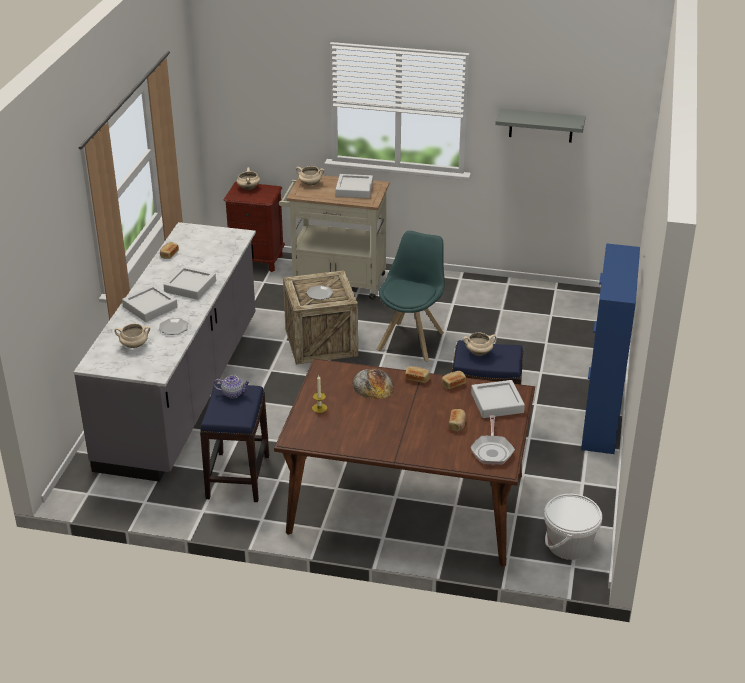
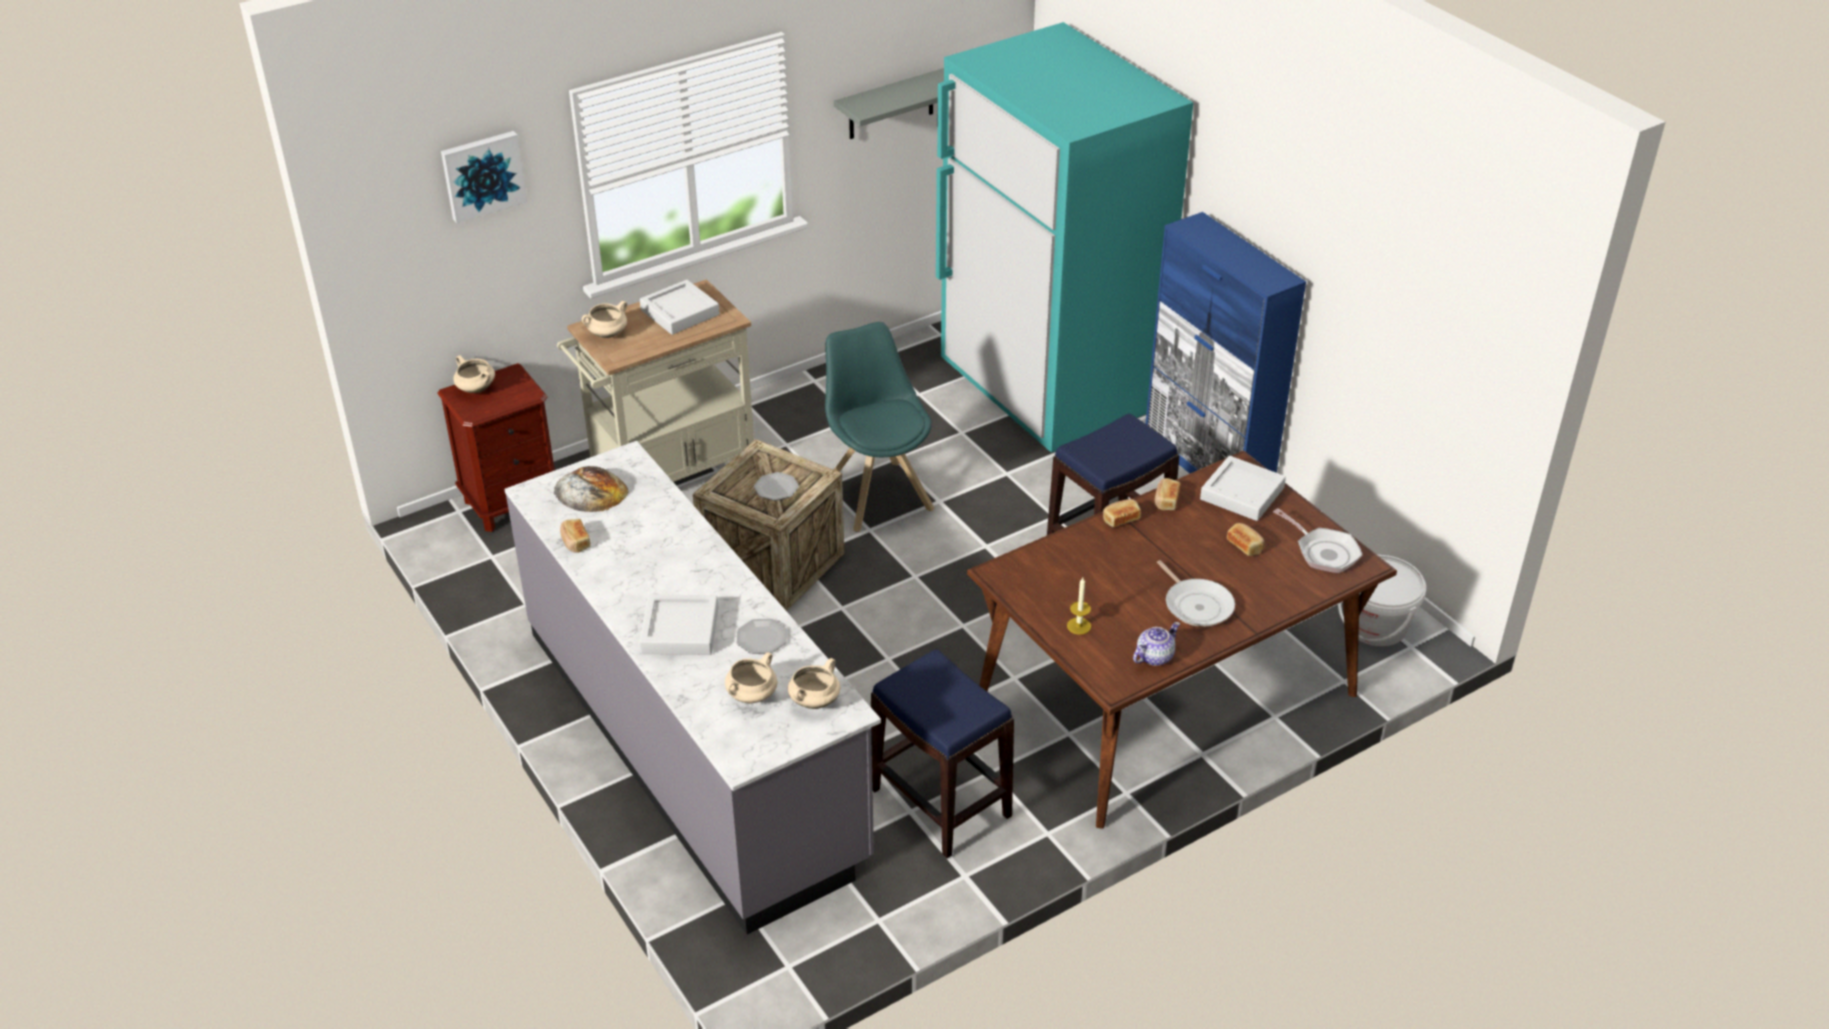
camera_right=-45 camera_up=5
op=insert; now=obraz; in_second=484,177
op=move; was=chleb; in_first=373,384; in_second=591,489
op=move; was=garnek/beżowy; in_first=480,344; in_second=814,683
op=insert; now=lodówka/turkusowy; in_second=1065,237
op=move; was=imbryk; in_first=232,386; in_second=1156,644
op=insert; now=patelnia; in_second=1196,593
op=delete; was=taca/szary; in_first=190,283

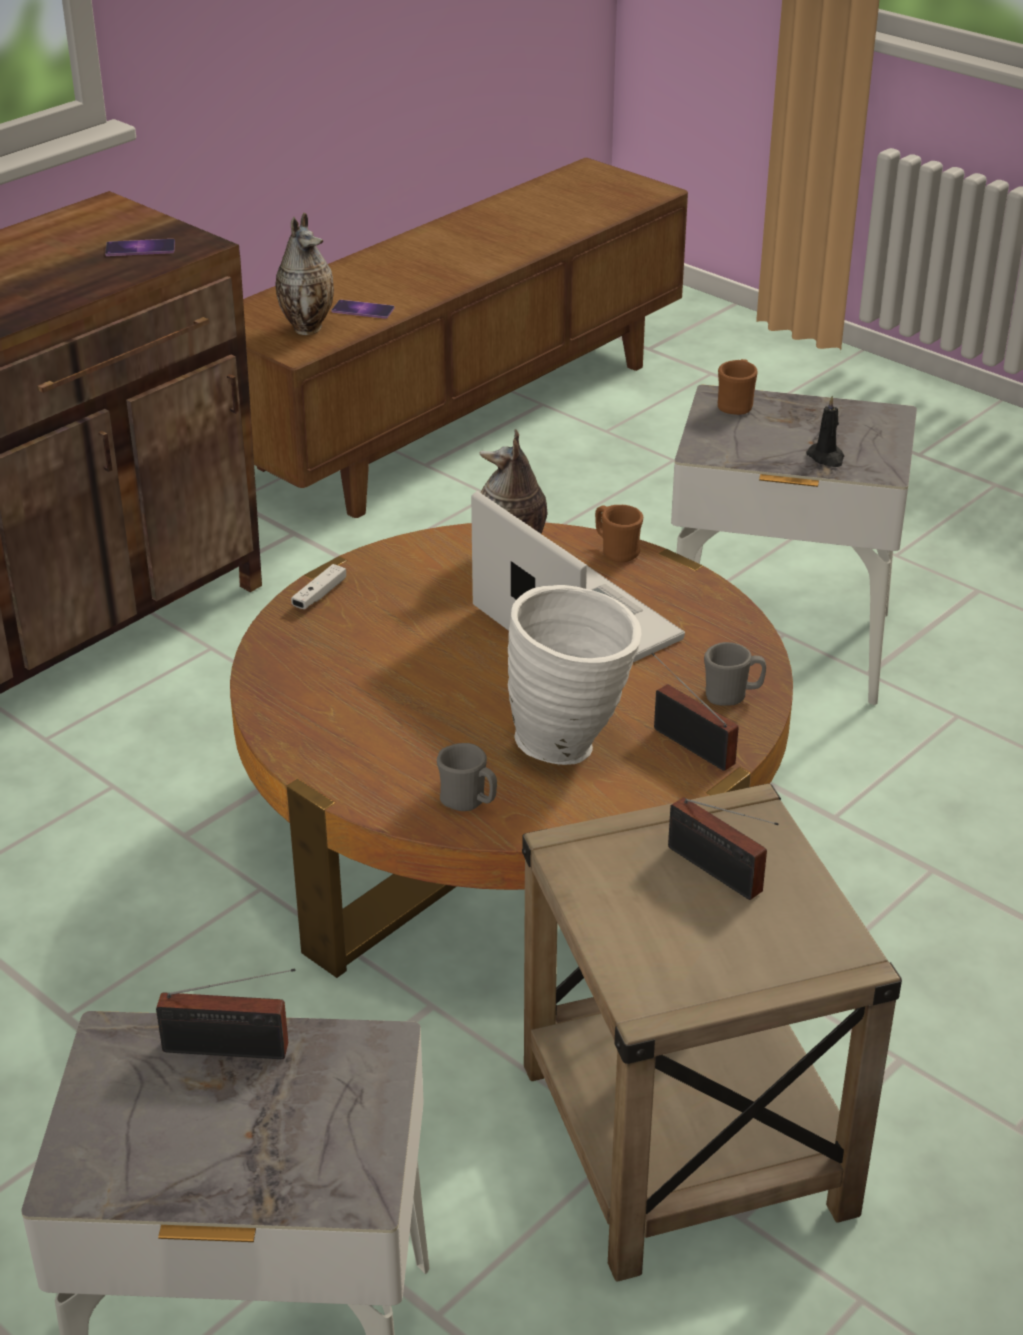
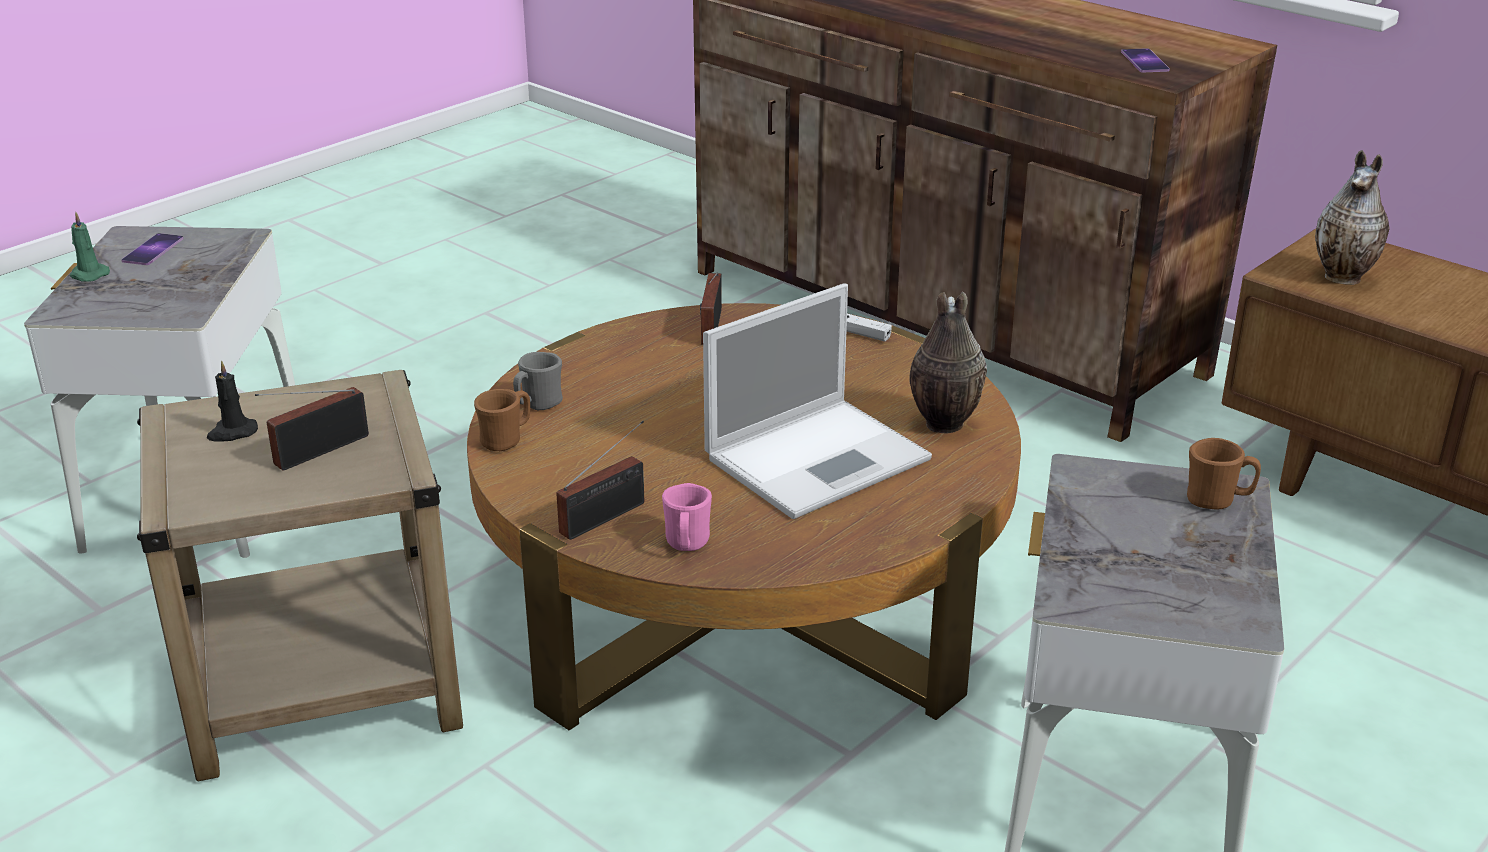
camera_right=90 camera_up=-5
op=insert; now=świeca/zielony; in_second=90,247
op=move; was=telefon; in_first=363,309; in_second=152,249
op=move; was=świeca/czarny; in_first=825,431; in_second=232,401
op=move; was=kubek/brązowy; in_first=619,533; in_second=502,420
op=recolor; was=kubek/szary; now=kubek/różowy; in_first=735,674; in_second=687,517
op=move; was=radio; in_first=225,1013; in_second=711,308
op=delete; was=wazon/biały; in_first=575,675

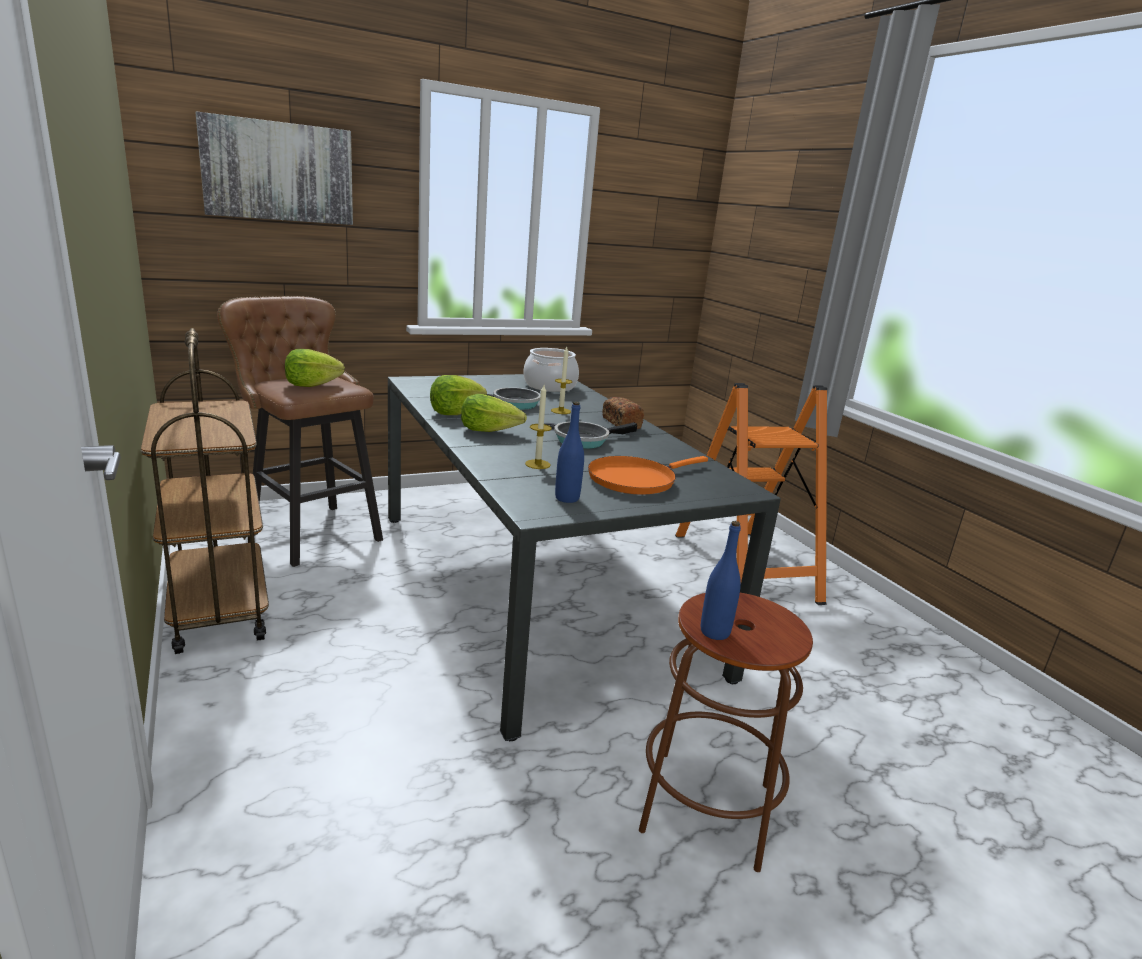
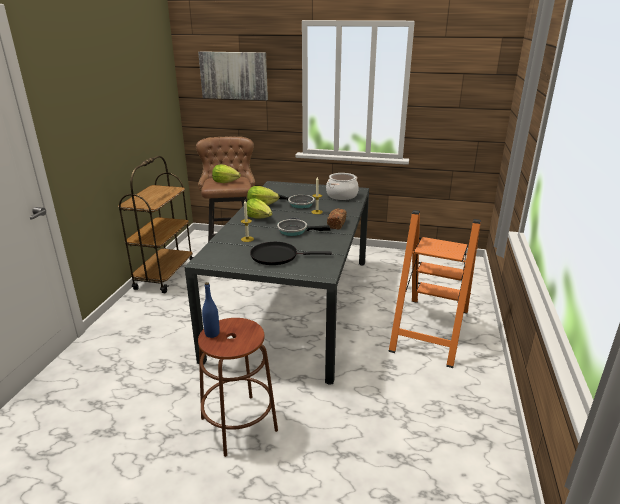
camera_right=40 camera_up=5
op=recolor; was=patelnia/pomarańczowy; now=patelnia/czarny; in_first=648,475; in_second=291,253
op=delete; was=butelka/niebieski; in_first=569,452

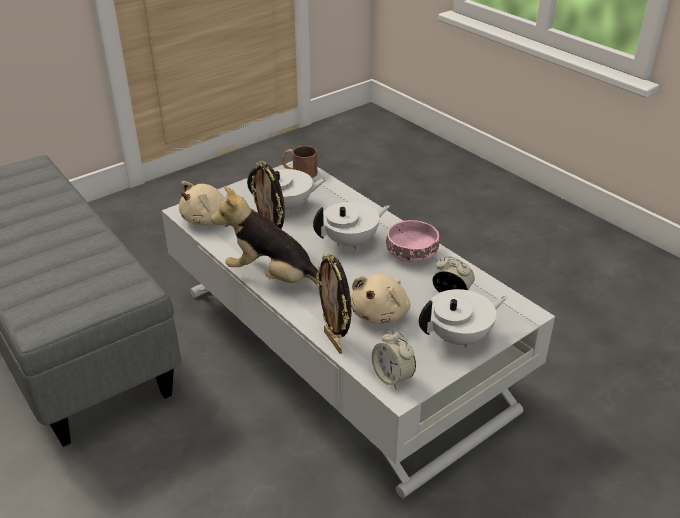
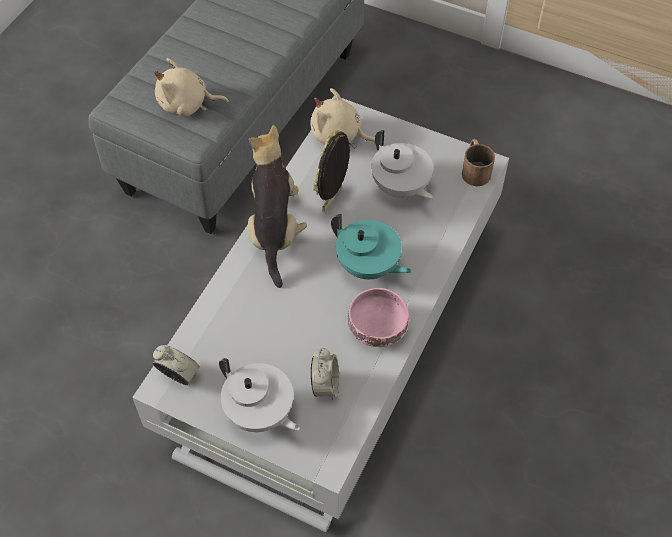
camera_right=65 camera_up=20
op=rotate; was=budzik; in_first=394,359; in_second=176,365; clockwise=90
op=move; was=pluszak/beżowy; in_first=380,299; in_second=191,87
op=recolor; was=imbryk/biały; now=imbryk/turkusowy; in_first=351,226; in_second=371,246
op=delete; was=ramka na zdjęcie; in_first=333,304

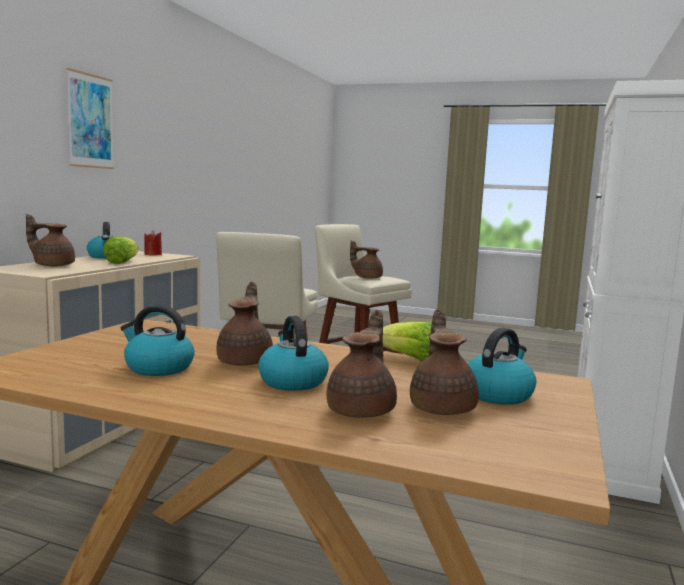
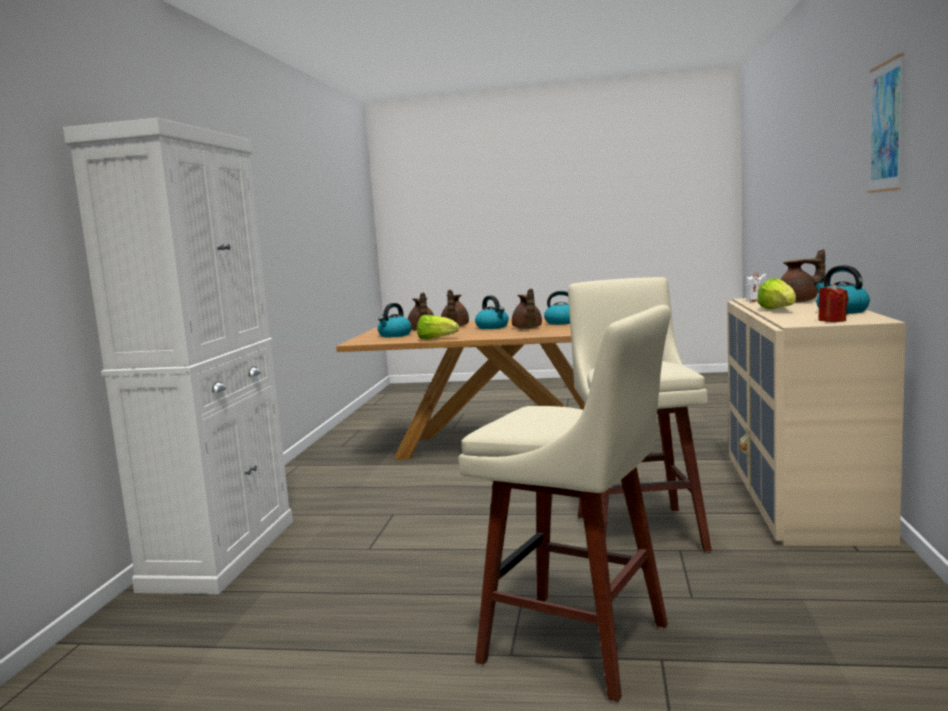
camera_right=170 camera_up=0
op=insert; now=świeca/biały; in_second=756,287
op=delete; was=imbryk/brązowy; in_first=366,259

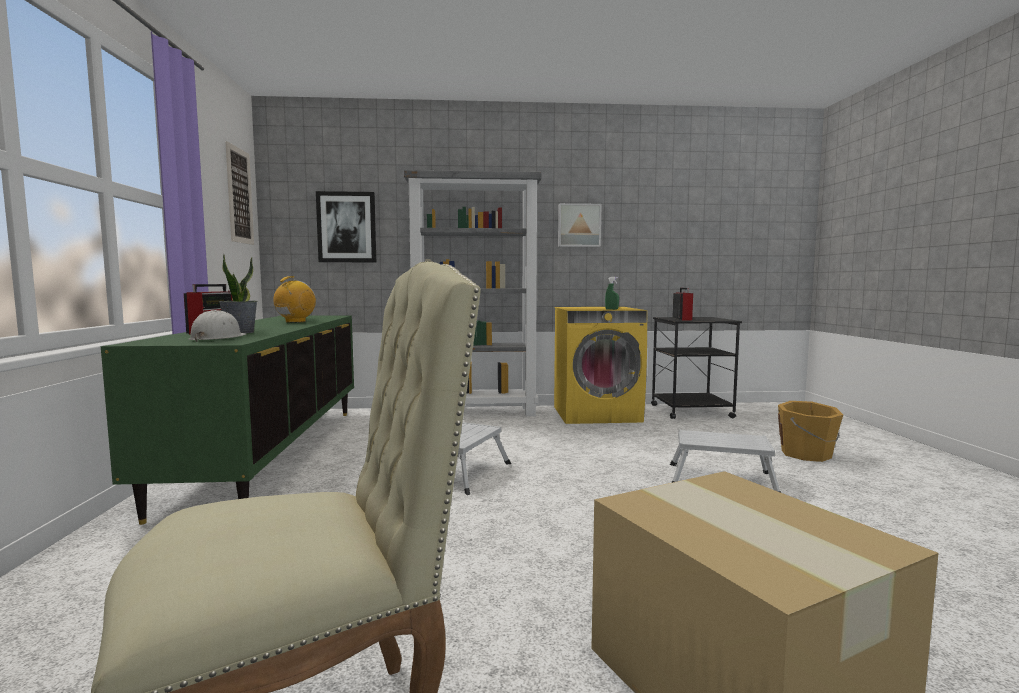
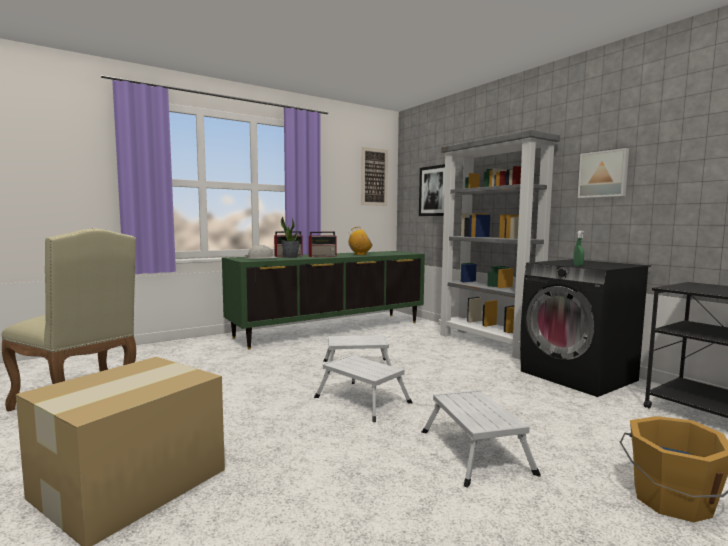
camera_right=60 camera_up=0
op=move; was=radio; in_first=682,304; in_second=322,244
op=insert; now=drabinka/biały; in_second=363,388
op=recolor; was=pralka/żółty; now=pralka/czarny; in_first=600,365; in_second=585,328

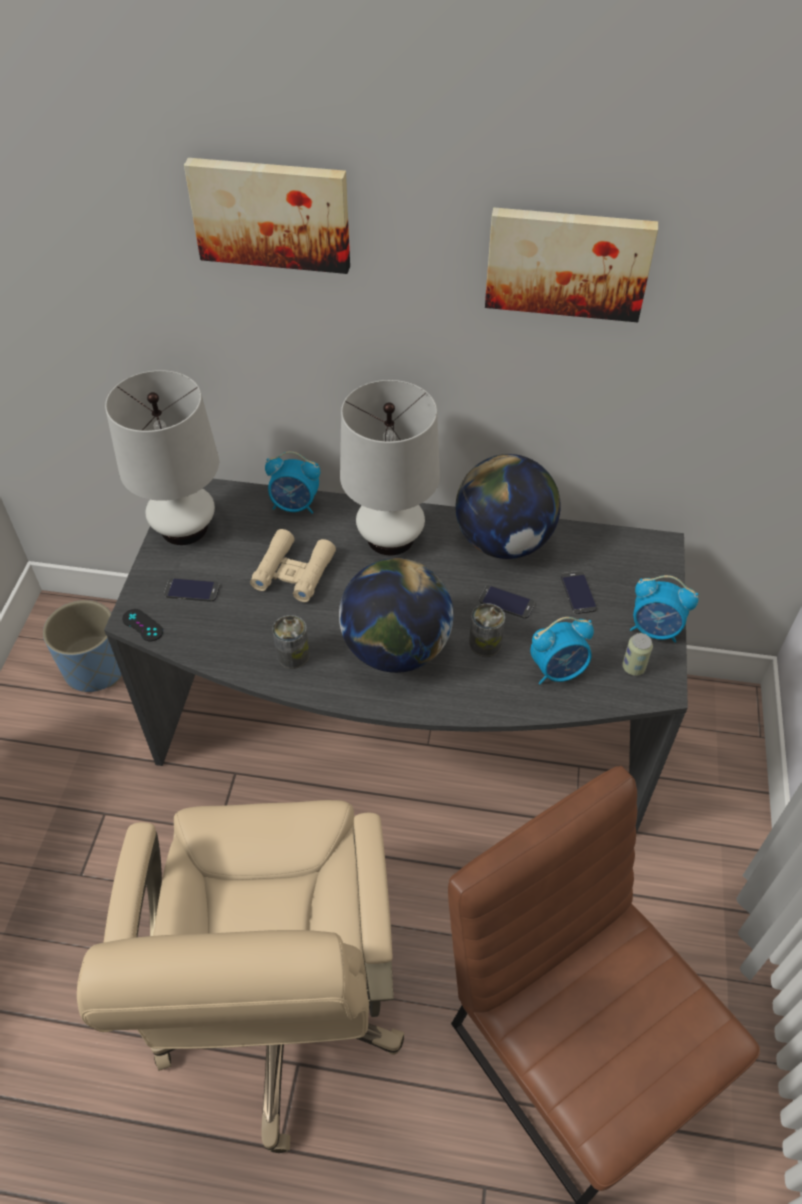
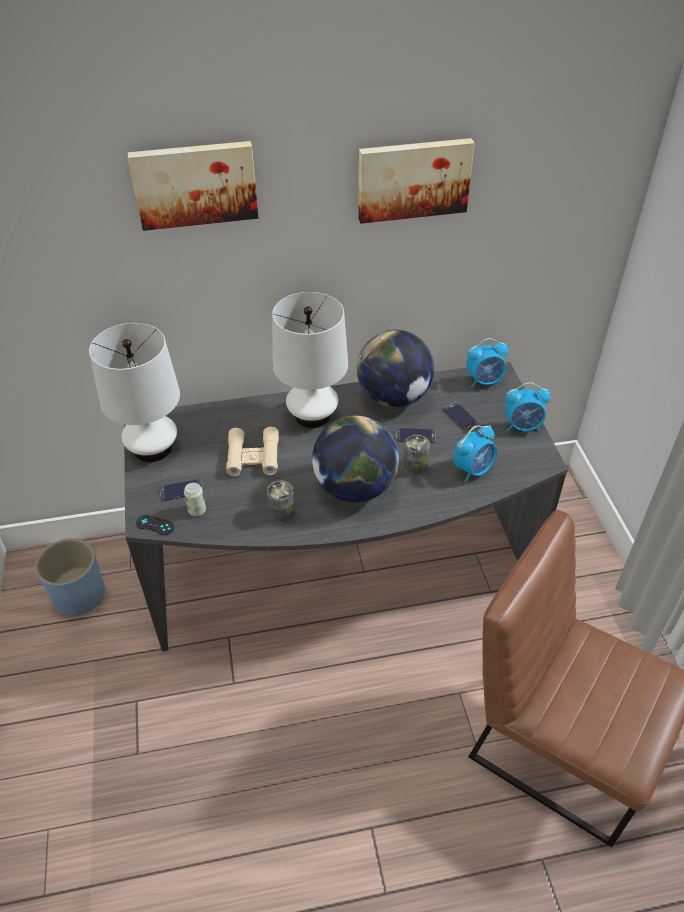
camera_right=-20 camera_up=-5
op=move; was=puszka; in_first=637,654; in_second=195,499
op=move; was=budzik; in_first=292,482; in_second=487,362
op=delete; was=krzesło biurowe/beżowy; in_first=241,976

